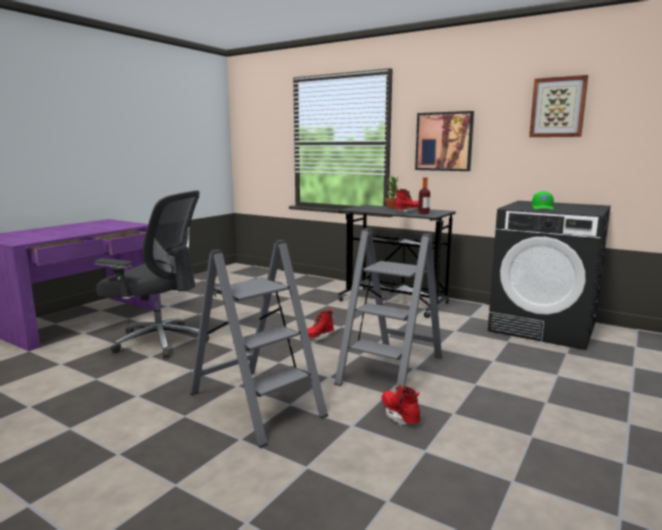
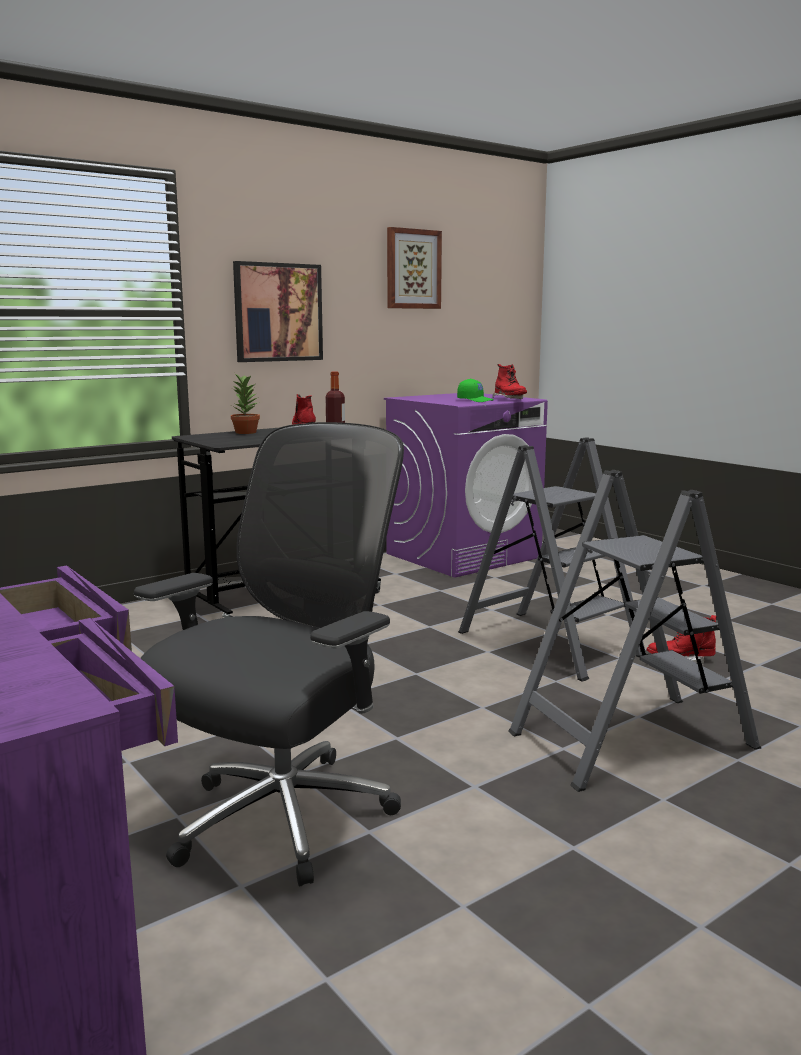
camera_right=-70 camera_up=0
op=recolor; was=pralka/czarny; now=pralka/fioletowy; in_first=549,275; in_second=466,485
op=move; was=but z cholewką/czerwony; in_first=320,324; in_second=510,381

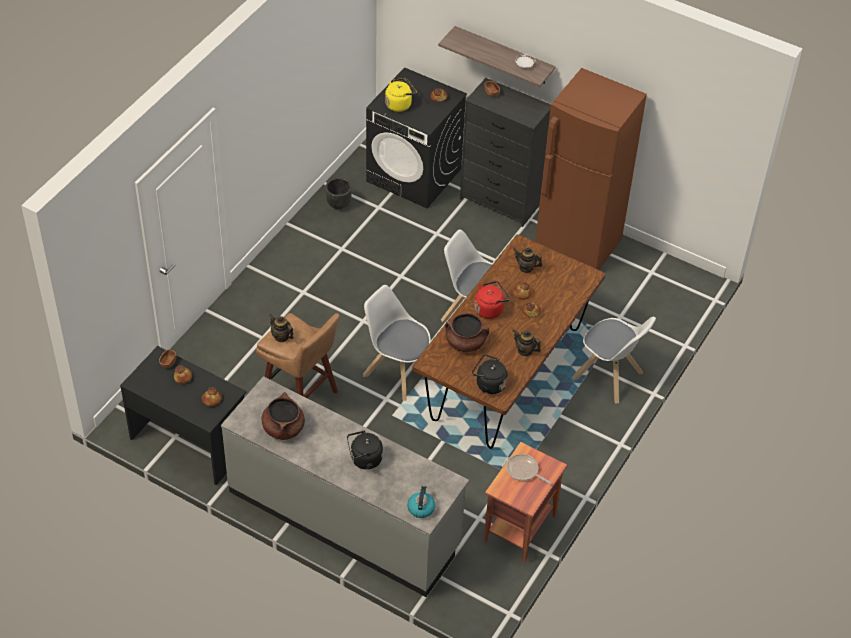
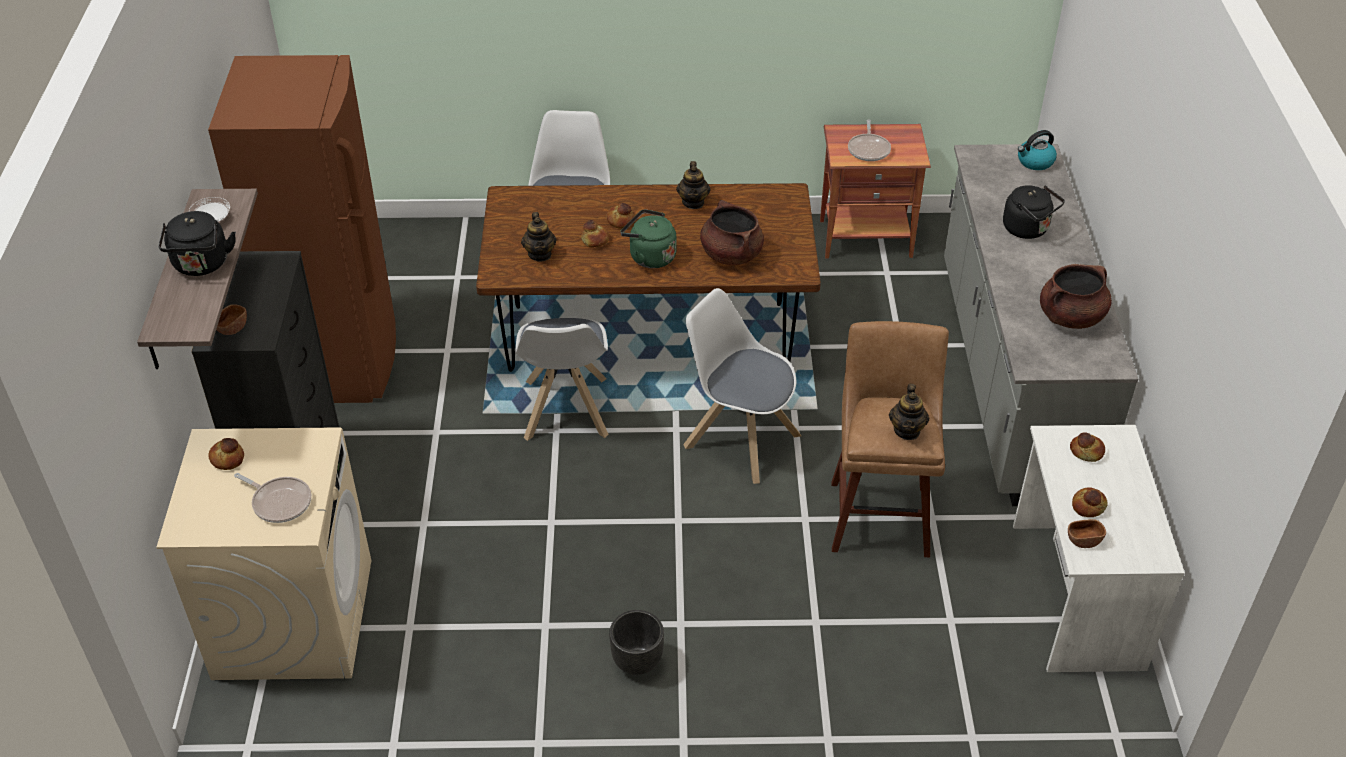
camera_right=-120 camera_up=-5
op=recolor; was=pralka/czarny; now=pralka/beżowy; in_first=416,137; in_second=263,553
op=move; was=czajnik/czarny; in_first=489,374; in_second=197,243
op=replace; was=czajnik/żółty; now=patelnia; in_first=401,95; in_second=272,498
op=move; was=donica/czarny; in_first=338,194; in_second=636,642
op=recolor; was=czajnik/czerwony; now=czajnik/zielony; in_first=492,300; in_second=648,238
op=rotate; was=krzesło; in_first=397,343; in_second=742,386; clockwise=120
op=recolor; was=biurko/czarny; now=biurko/biały; in_first=183,415; in_second=1099,548

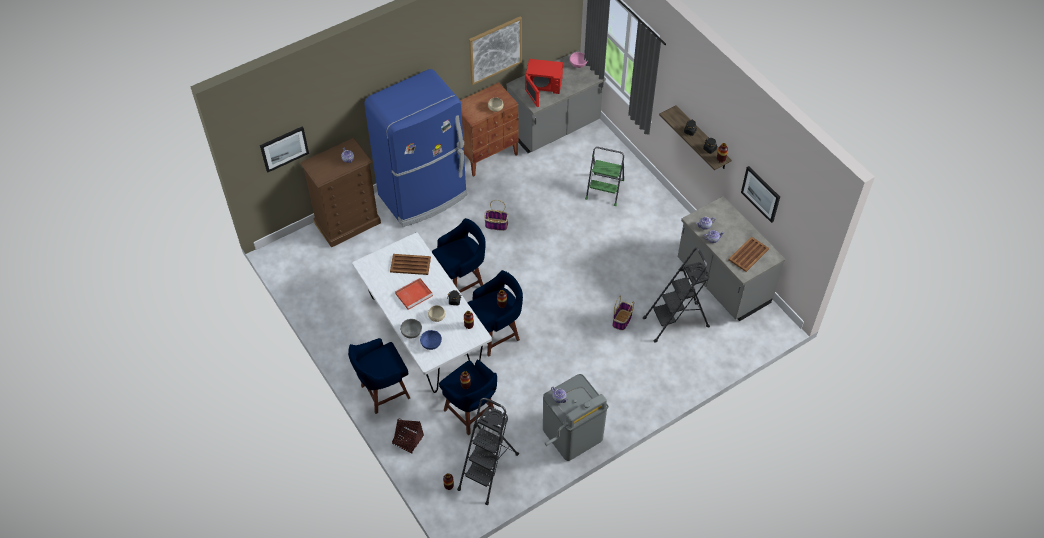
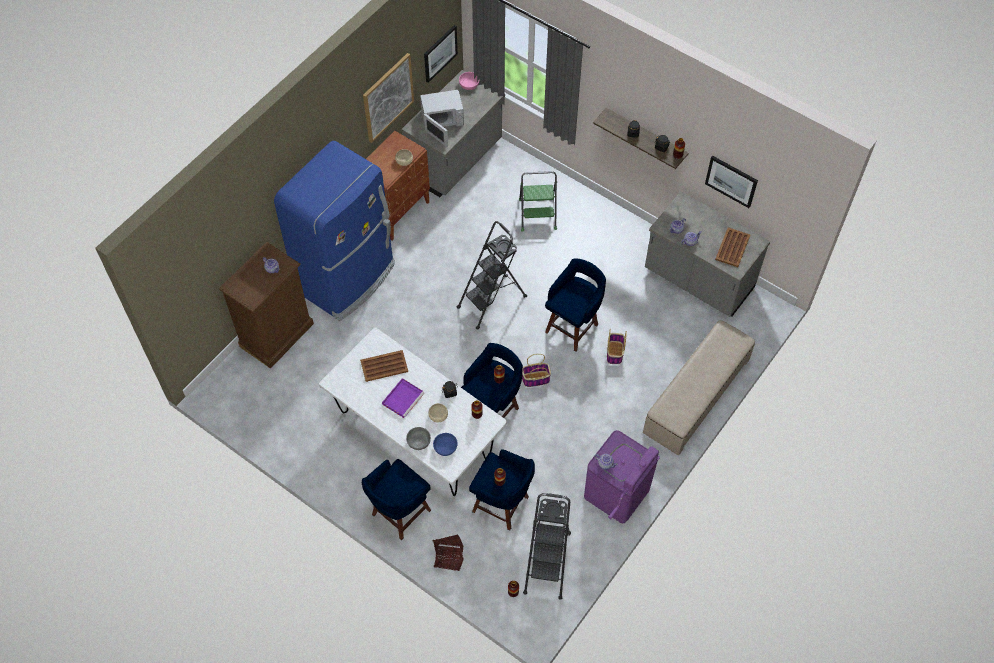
camera_right=-20 camera_up=5
op=recolor; was=taca/czerwony; now=taca/fioletowy; in_first=414,294; in_second=403,398
op=recolor; was=mikrofalówka/czerwony; now=mikrofalówka/biały; in_first=544,83; in_second=442,118
op=move; was=obraz; in_first=284,149; in_second=441,54
op=move; was=drabinka; in_first=676,295; in_second=492,275
op=move; was=koszyk; in_first=496,215; in_second=536,370
op=move; was=stołek/niebieski; in_first=459,255; in_second=575,305
op=recolor; was=pralka/szary; now=pralka/fioletowy; in_first=576,417; in_second=622,476
op=insert; now=ławka/beżowy; in_second=699,387

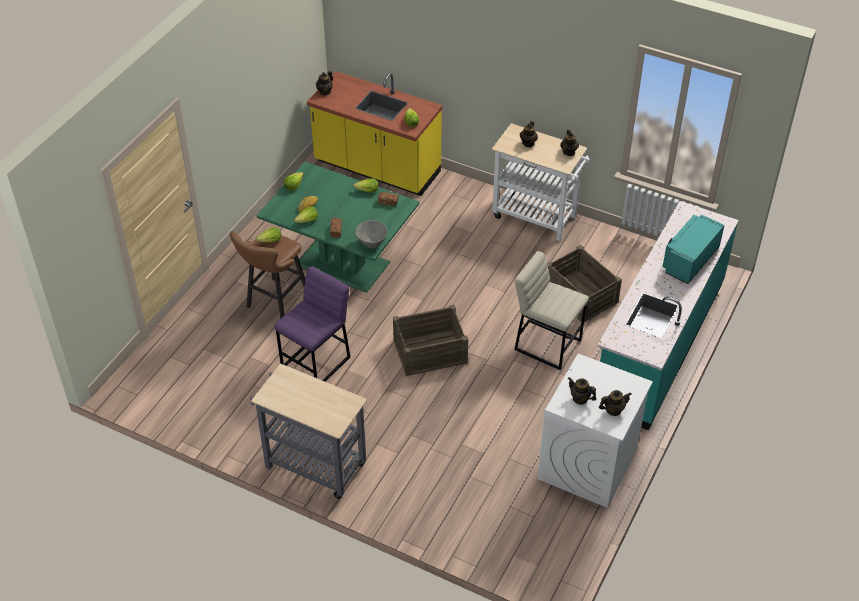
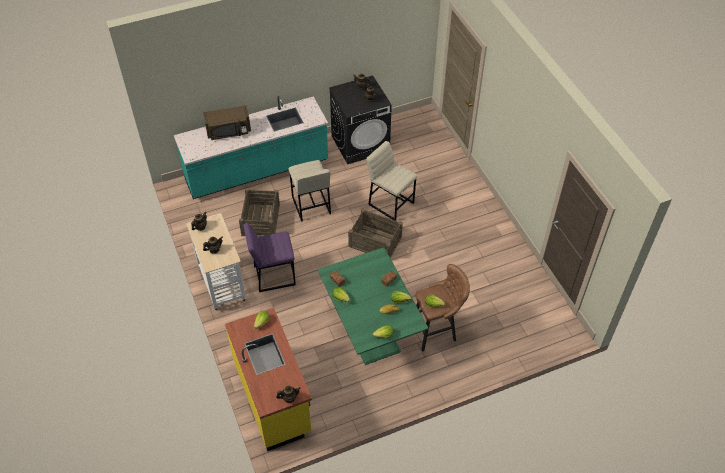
camera_right=-140 camera_up=5
op=recolor; was=mikrofalówka/turkusowy; now=mikrofalówka/brązowy; in_first=693,249; in_second=227,122
op=move; was=krzesło/fioletowy; in_first=312,324; in_second=269,257
op=recolor; was=pralka/biały; now=pralka/czarny; in_first=595,431; in_second=360,119
op=insert; now=krzesło/beżowy; in_second=391,181
op=delete; was=wózek/szary; in_first=308,431
op=delete; was=miska/szary; in_first=371,234

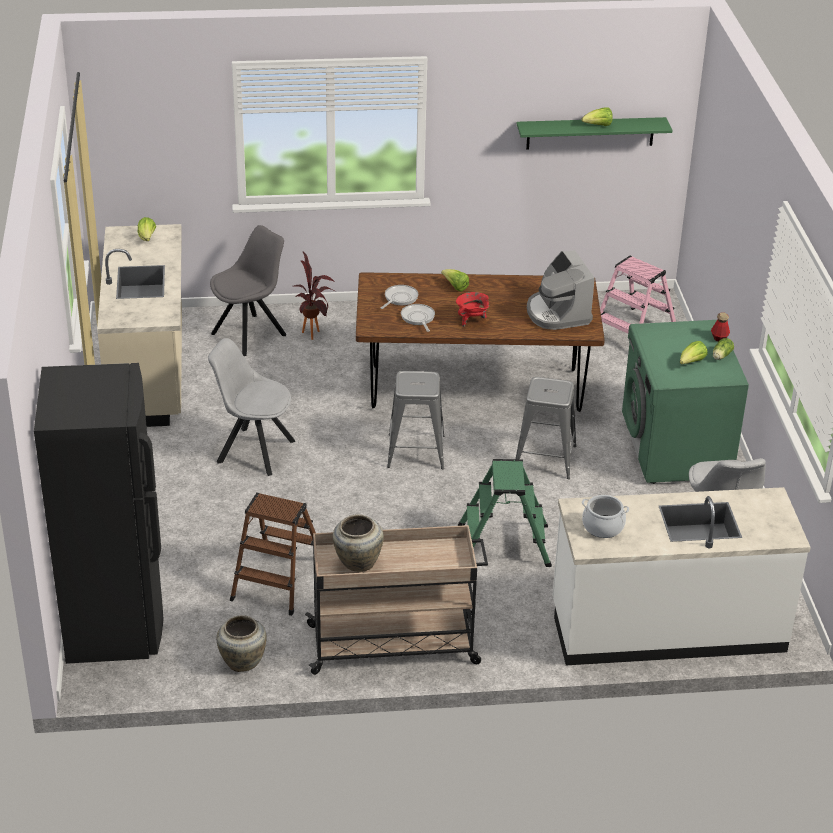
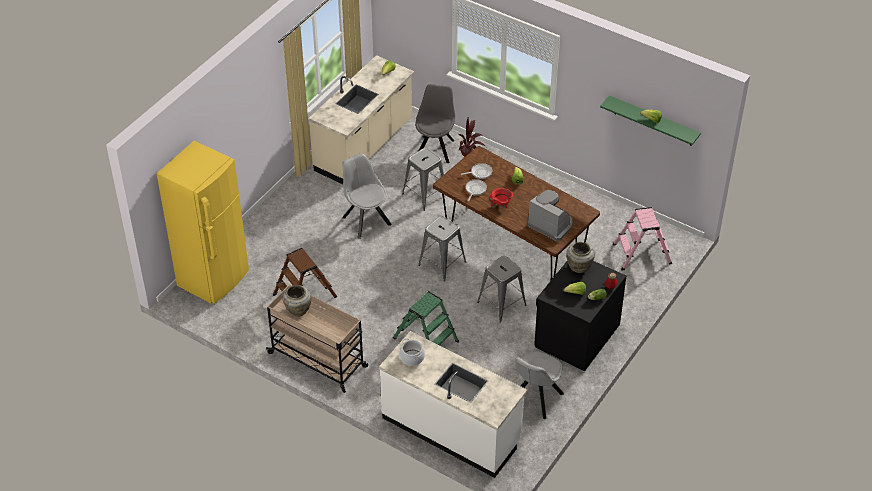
camera_right=40 camera_up=10
op=recolor; was=lodówka/czarny; now=lodówka/żółty; in_first=99,513; in_second=203,222
op=insert; now=stołek/szary; in_second=423,179
op=rotate; was=krzesło/szary; in_first=248,290; in_second=435,123; clockwise=-75
op=rotate; was=ekspres do kawy; in_first=561,290; in_second=550,215; clockwise=105
op=recolor; was=pralka/zielony; now=pralka/czarny; in_first=685,402; in_second=580,316
op=move; was=wazon/beżowy; in_first=242,643; in_second=580,257

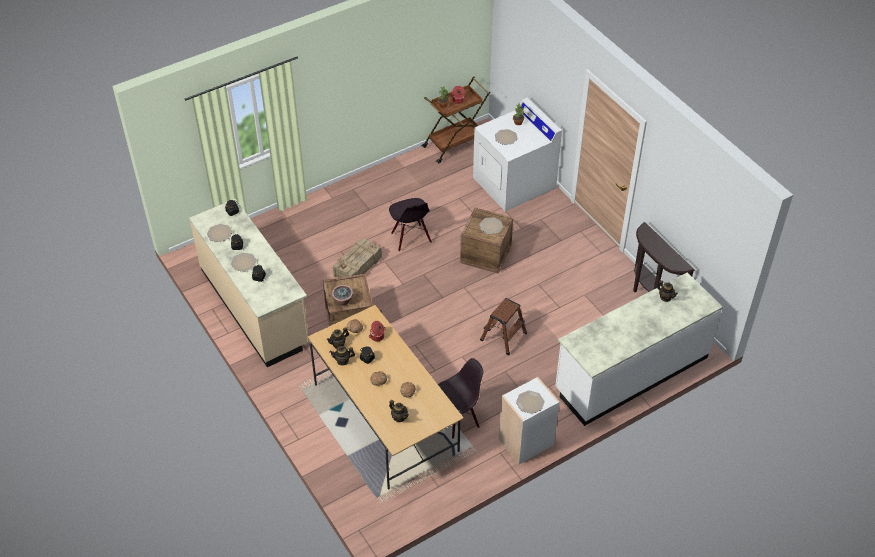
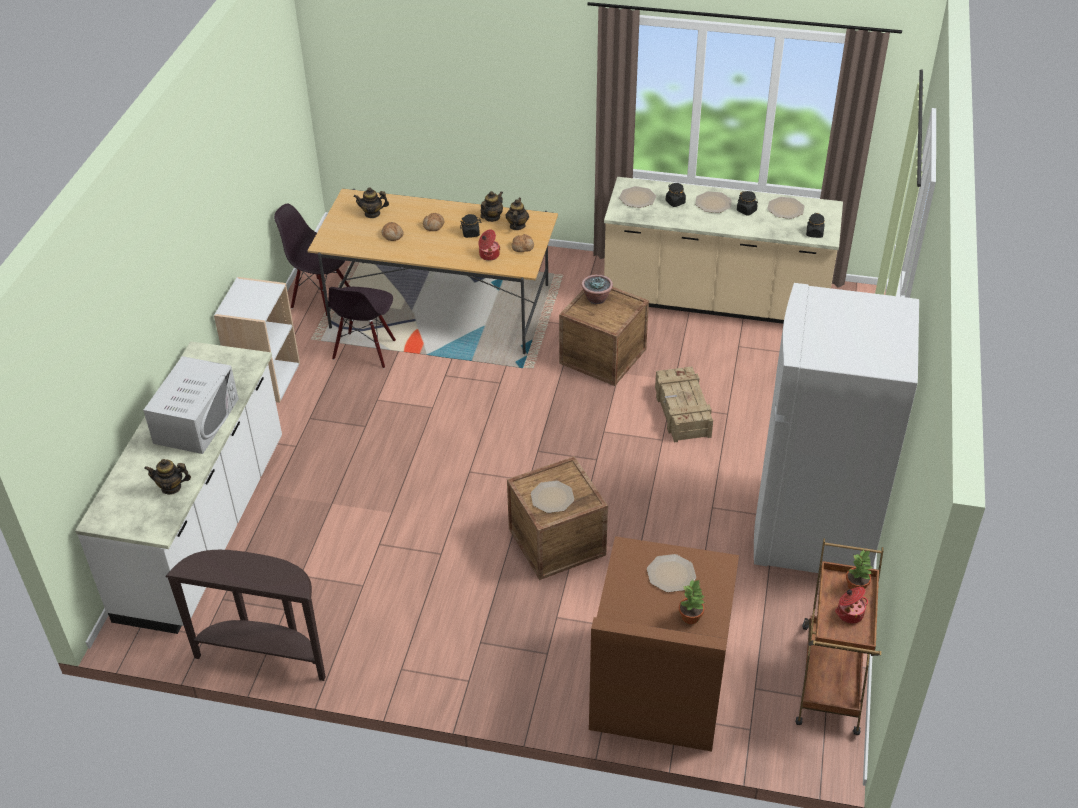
camera_right=135 camera_up=-5
op=insert; now=mikrofalówka/biały; in_second=191,405
op=move; was=krzesło/czarny; in_first=410,224; in_second=312,260
op=recolor; was=pralka/biały; now=pralka/brązowy; in_first=517,155; in_second=664,644
op=move; was=talerz; in_first=530,402; in_second=637,197
op=insert; now=lodówka/biały; in_second=836,428
op=delete; was=drabinka/brązowy; in_first=503,326

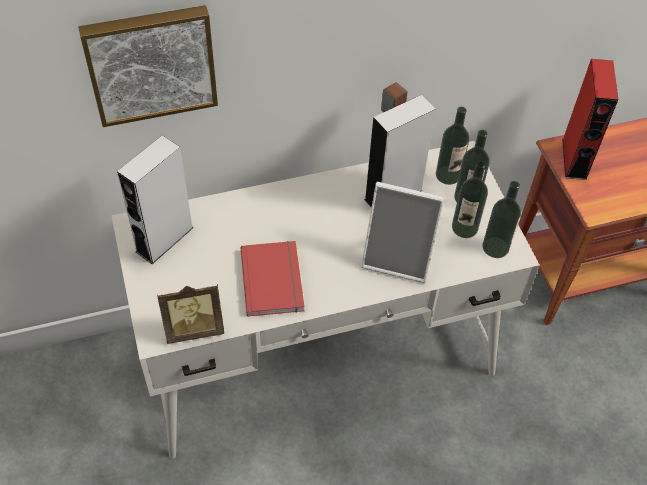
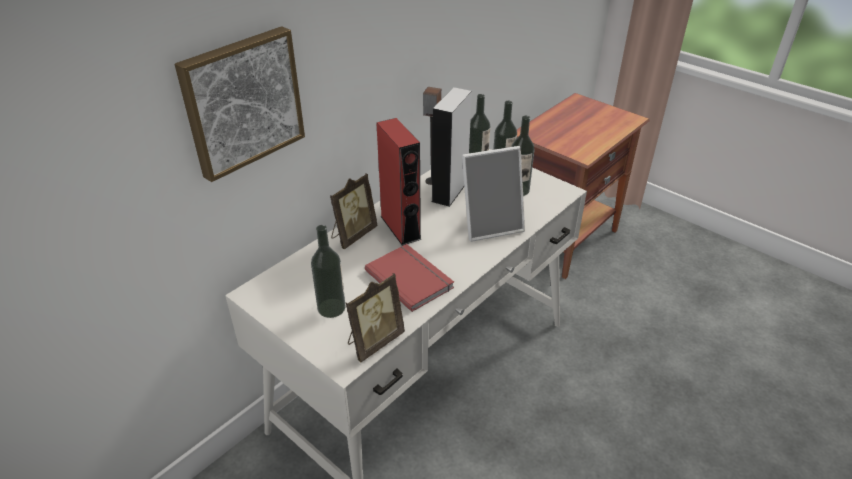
camera_right=-30 camera_up=-15
op=move; was=butelka; in_first=502,219; in_second=328,271
op=insert; now=ramka na zdjęcie; in_second=354,211
op=move; was=głośnik/czerwony; in_first=590,119; in_second=399,182
op=delete; was=głośnik/szary; in_first=155,199

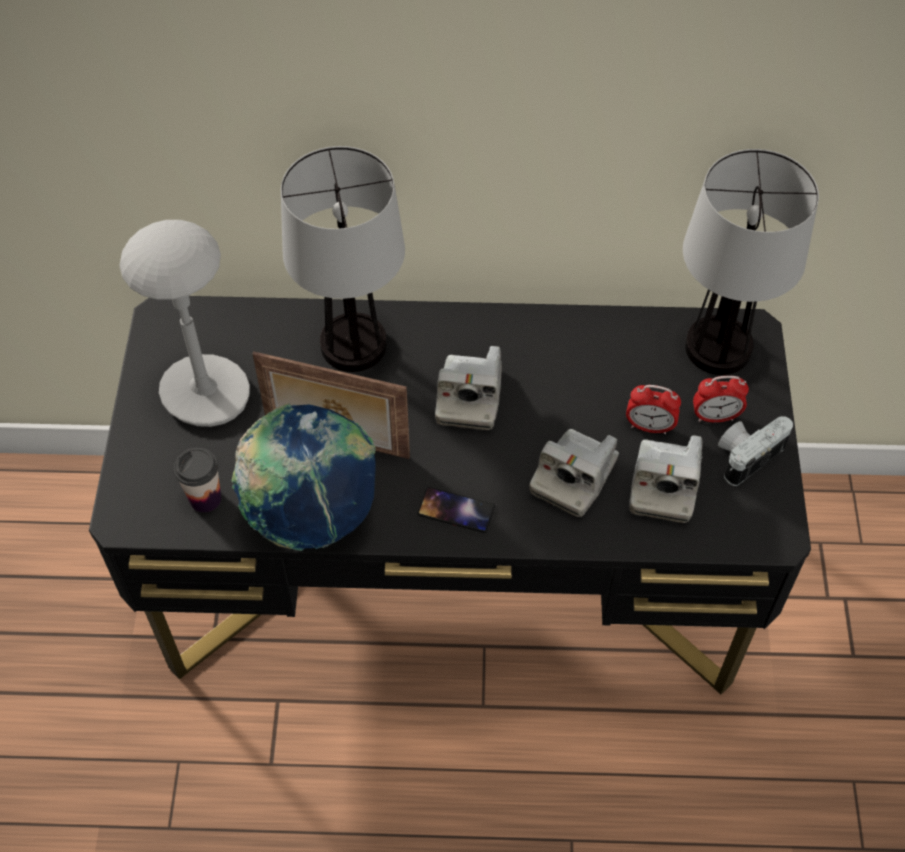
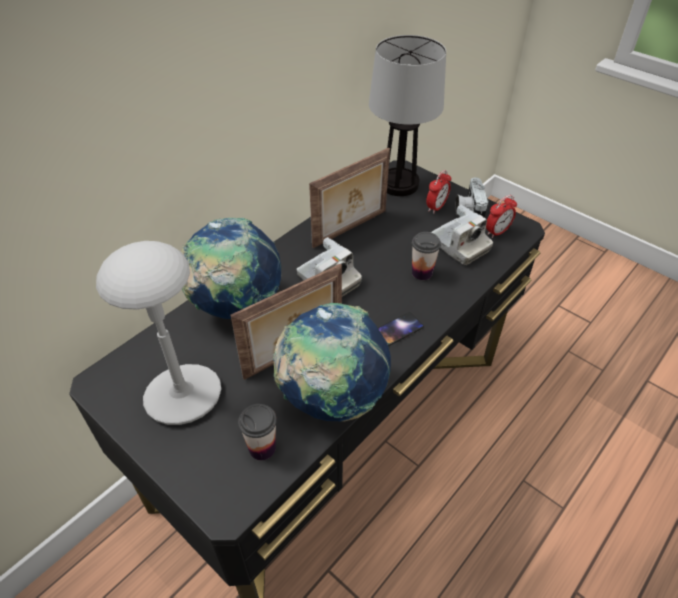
camera_right=-50 camera_up=-10
op=replace; was=lampa stołowa; now=globus; in_first=343,259; in_second=231,268
op=insert; now=ramka na zdjęcie; in_second=349,197
op=replace; was=aparat fotograficzny; now=filiżanka; in_first=574,473; in_second=426,256
op=move; was=budzik; in_first=653,409; in_second=501,216

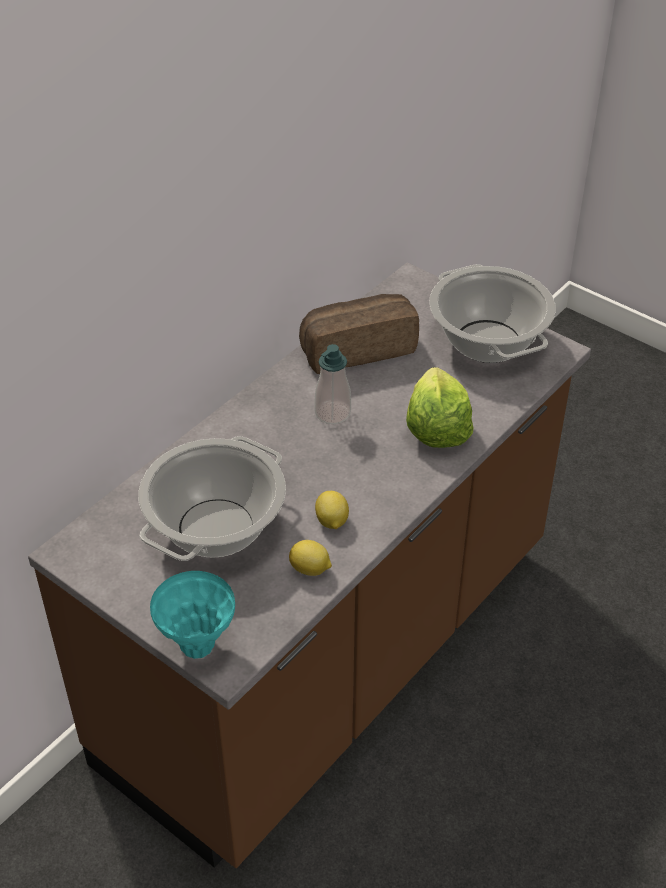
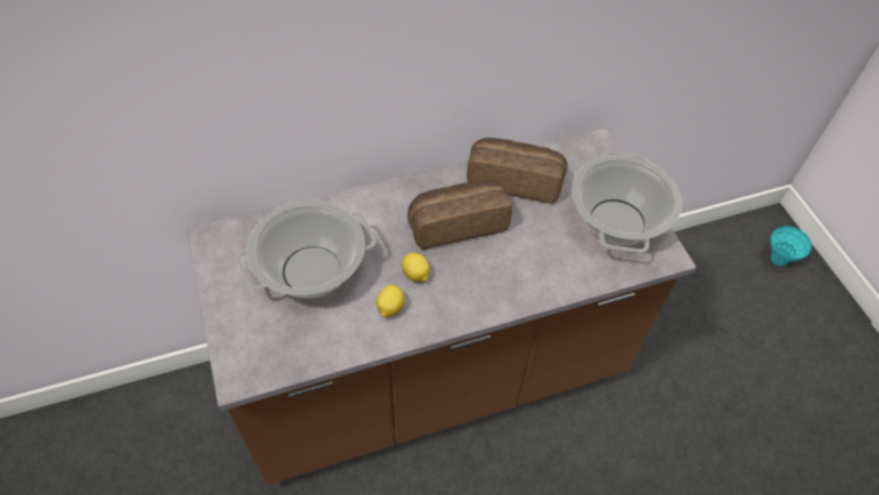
camera_right=30 camera_up=10
op=move; was=cytryna; in_first=310,558; in_second=416,267
op=replace; was=dozownik mydła; now=chleb; in_first=332,384; in_second=459,215
op=move; was=wazon/turkusowy; in_first=192,615; in_second=791,246
op=delete; was=sałata; in_first=439,407

